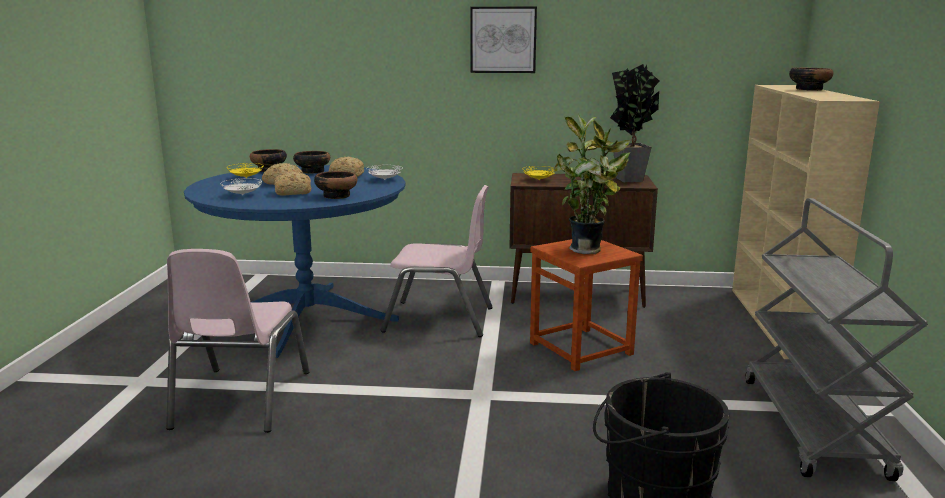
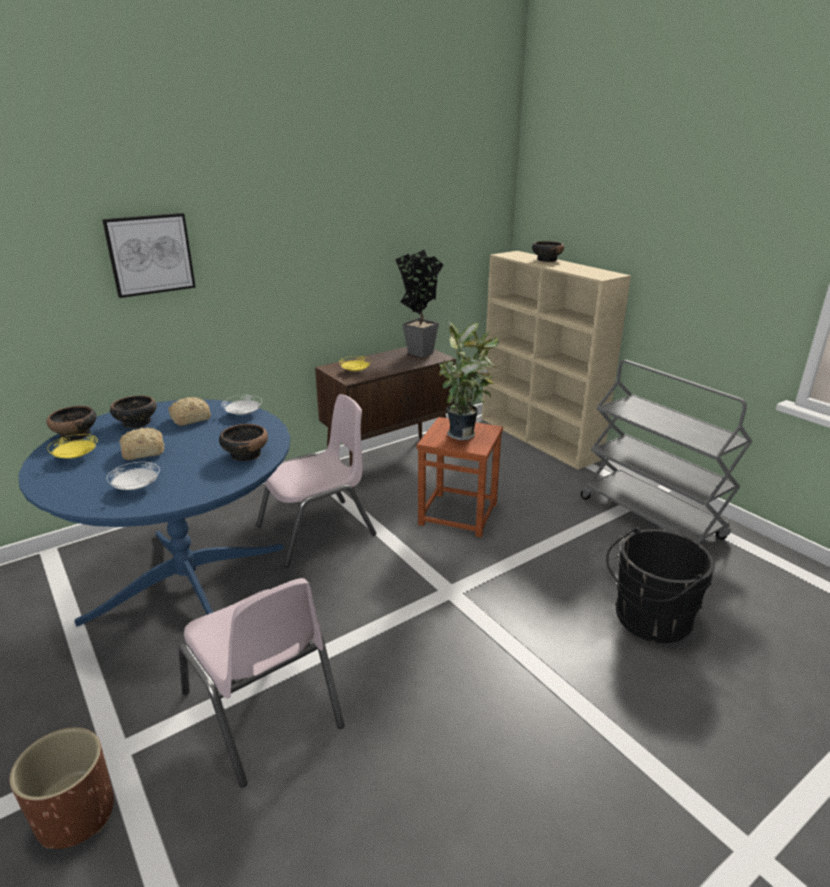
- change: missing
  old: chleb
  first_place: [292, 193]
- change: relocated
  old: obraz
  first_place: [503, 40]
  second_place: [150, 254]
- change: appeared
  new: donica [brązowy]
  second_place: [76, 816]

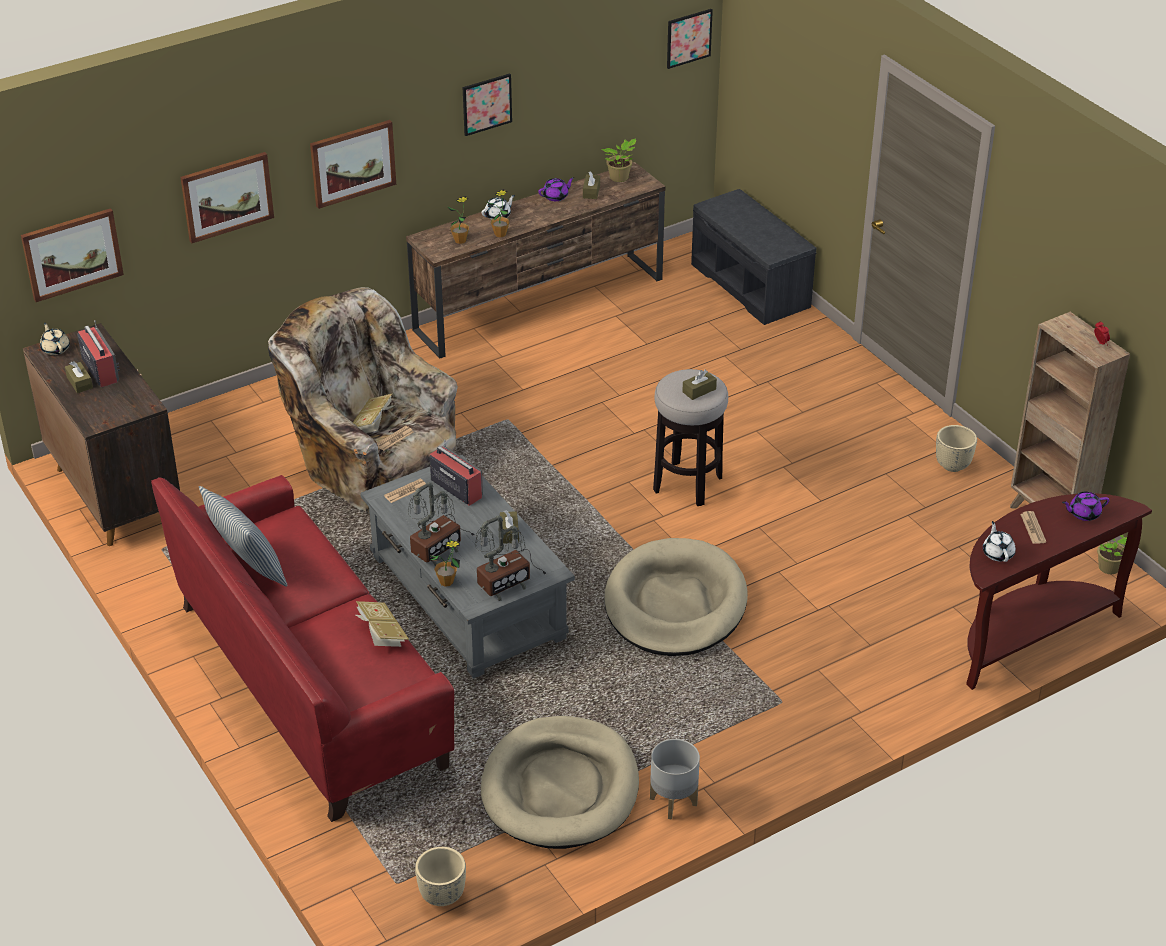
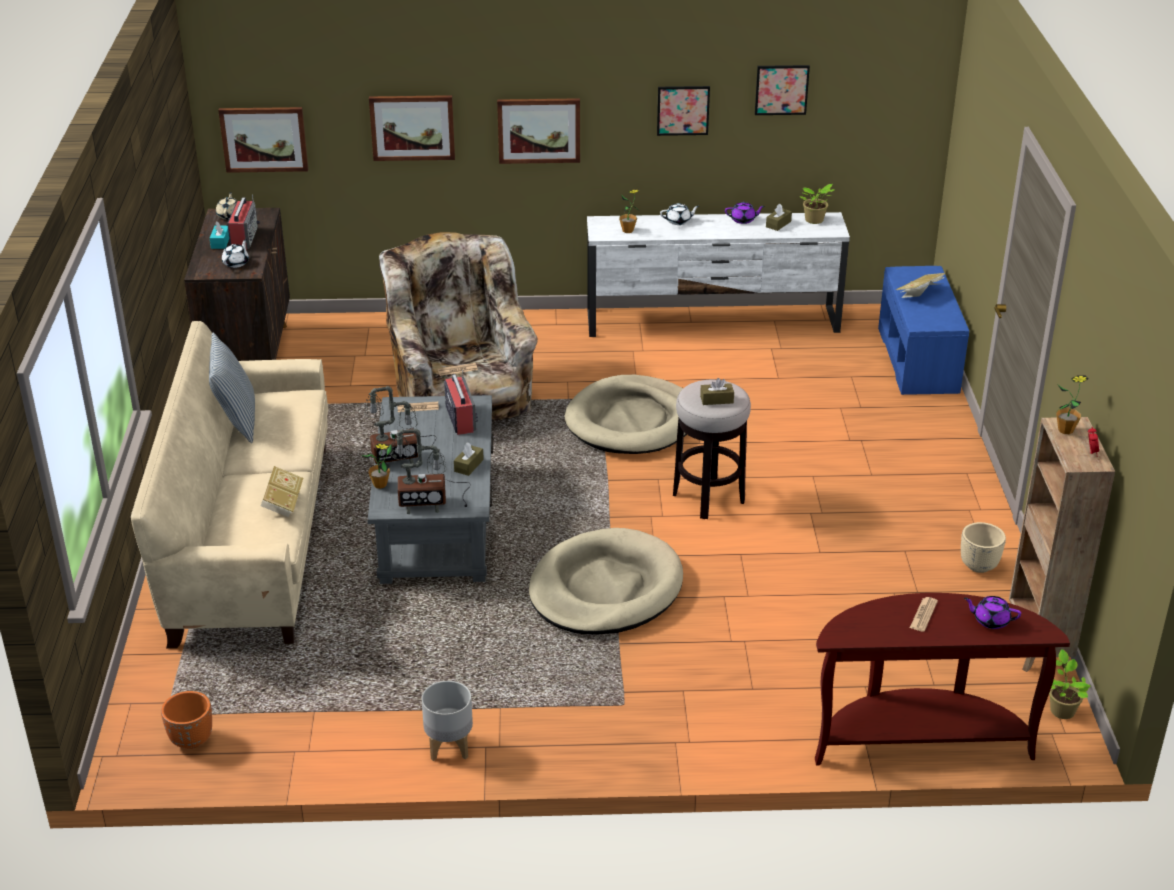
- change: colour
  old: pudełko chusteczek [brązowy]
  new: pudełko chusteczek [turkusowy]
  first_place: [79, 382]
  second_place: [220, 242]
- change: colour
  old: kanapa [czerwony]
  new: kanapa [beżowy]
  first_place: [310, 685]
  second_place: [252, 541]
- change: relocated
  old: książka
  first_place: [373, 424]
  second_place: [920, 294]
- change: colour
  old: szafka pod telewizor [brązowy]
  new: szafka pod telewizor [biały]
  first_place: [540, 304]
  second_place: [713, 321]
- change: colour
  old: donica [beżowy]
  new: donica [pomarańczowy]
  first_place: [442, 896]
  second_place: [191, 740]
- change: relocated
  old: legowisko [beżowy]
  first_place: [560, 788]
  second_place: [632, 421]
- change: relocated
  old: roślina doniczkowa
  first_place: [500, 234]
  second_place: [1065, 430]
- change: relocated
  old: obraz
  first_place: [688, 38]
  second_place: [781, 89]
- change: colour
  old: ławka [szary]
  new: ławka [niebieski]
  first_place: [752, 285]
  second_place: [919, 360]
- change: relocated
  old: imbryk [biały]
  first_place: [998, 553]
  second_place: [236, 263]

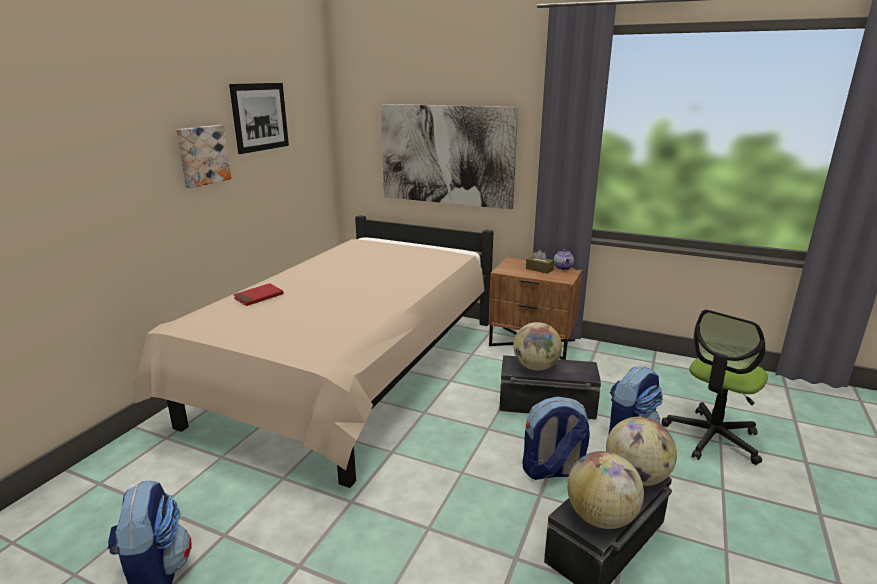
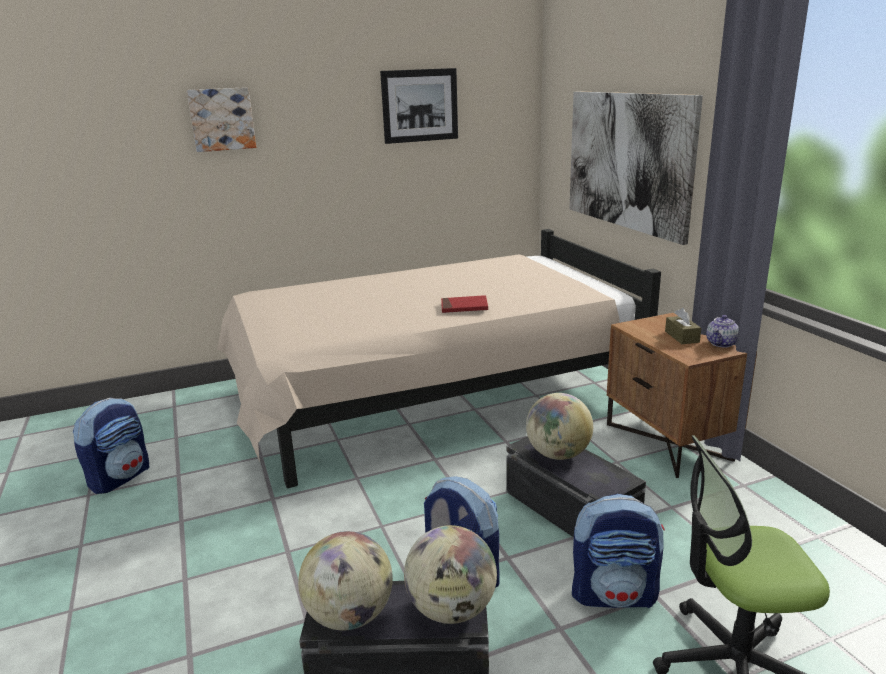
- change: relocated
  old: obraz
  first_place: [202, 155]
  second_place: [222, 119]
- change: relocated
  old: książka [czerwony]
  first_place: [259, 297]
  second_place: [464, 307]

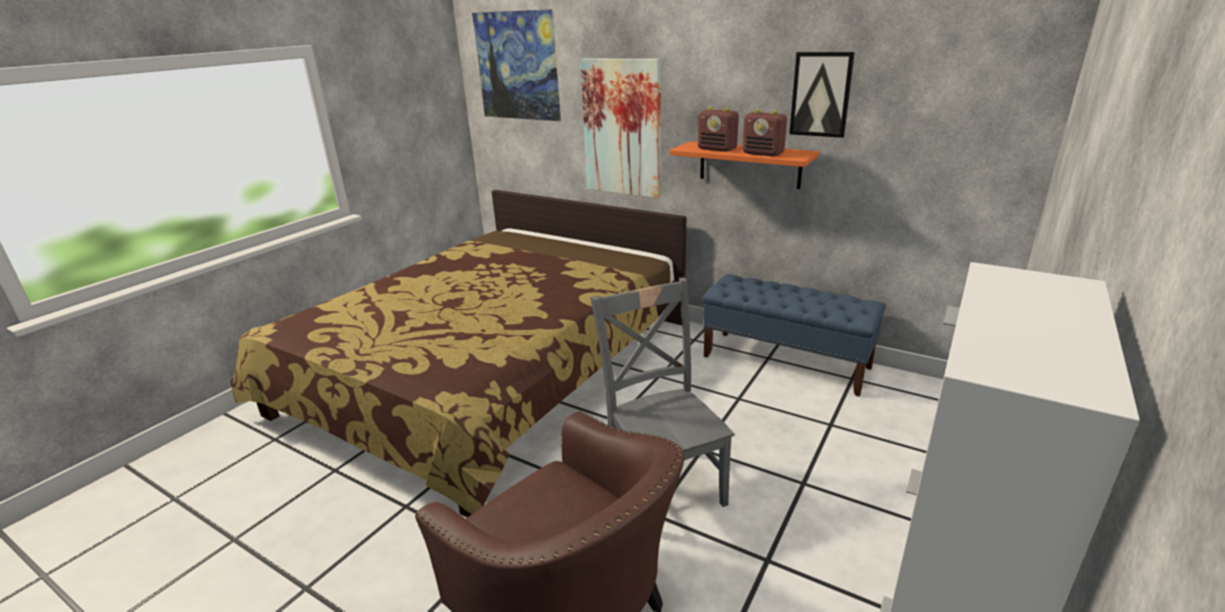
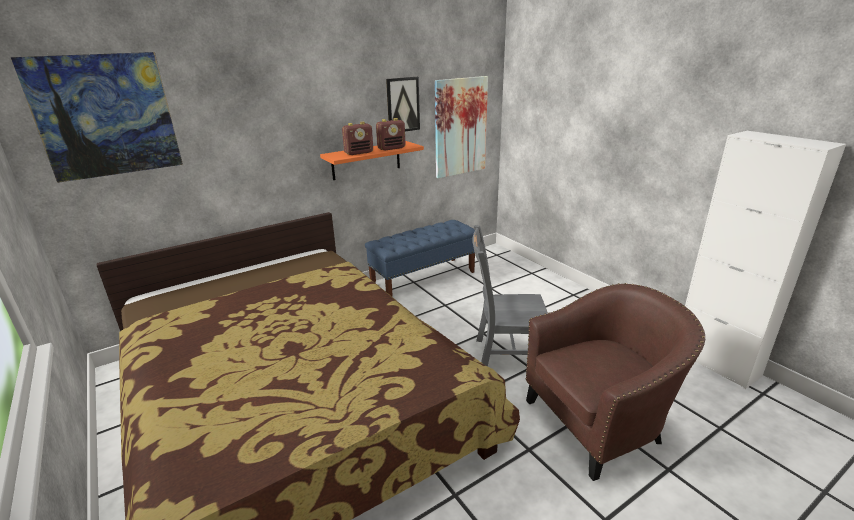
- change: relocated
  old: obraz
  first_place: [622, 128]
  second_place: [460, 127]

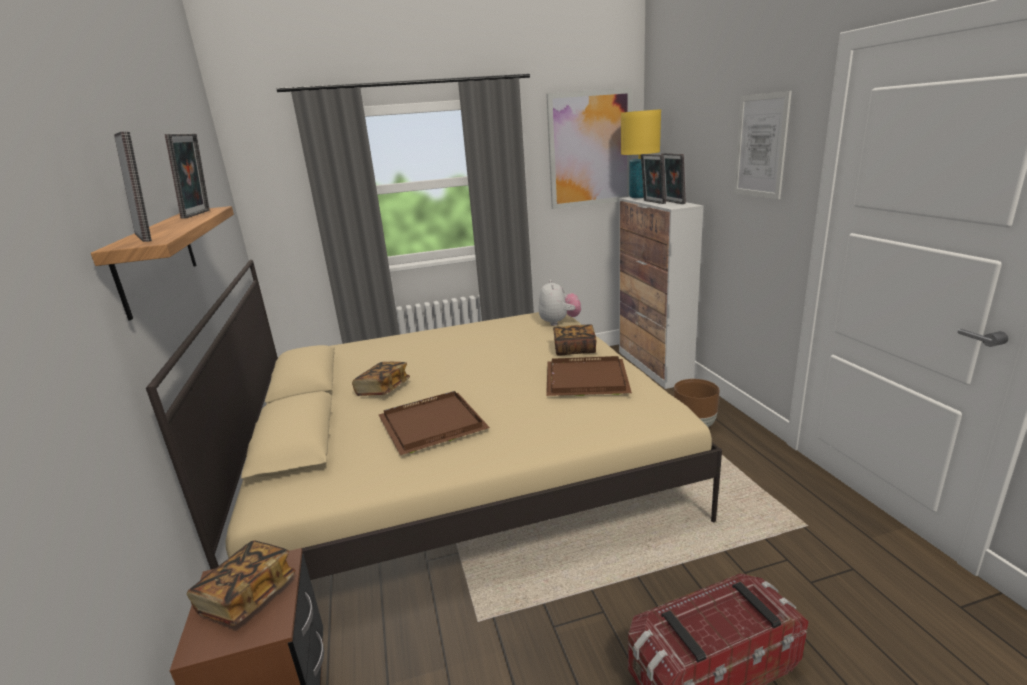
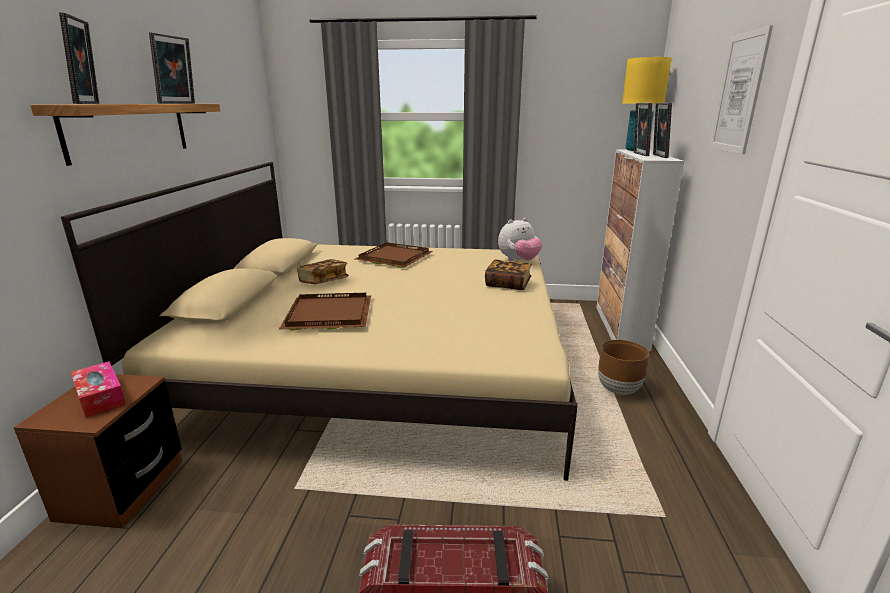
- change: exchanged
  old: książka
  new: pudełko chusteczek
  first_place: [248, 596]
  second_place: [100, 397]
- change: spun
  old: pluszak
  first_place: [559, 322]
  second_place: [518, 261]
  degrees: 45
- change: missing
  old: obraz
  first_place: [590, 149]
- change: relocated
  old: taca [brązowy]
  first_place: [585, 379]
  second_place: [394, 257]

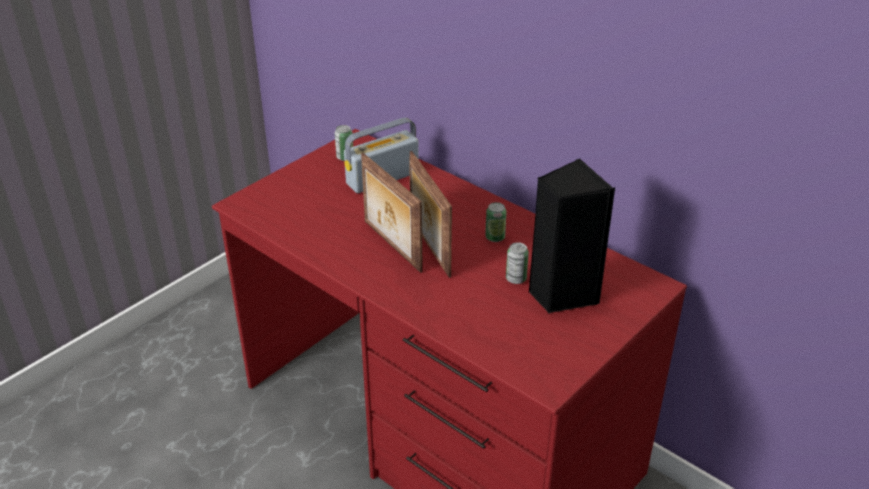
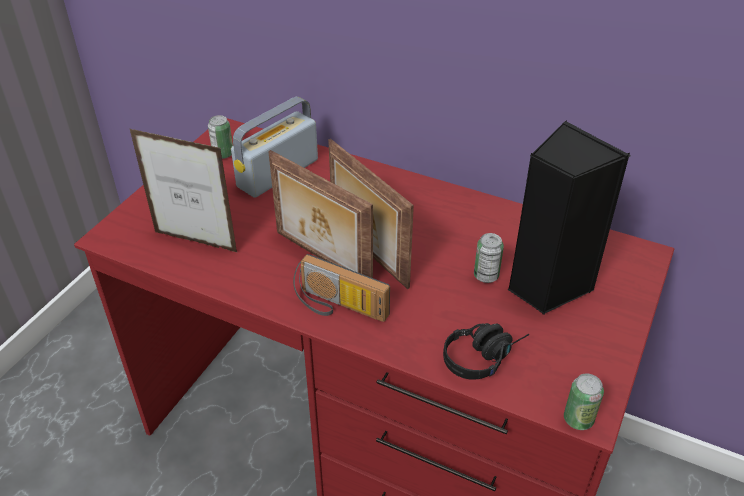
- change: relocated
  old: puszka
  first_place: [495, 237]
  second_place: [578, 419]
- change: appeared
  new: ramka na zdjęcie
  second_place: [195, 242]
- change: appeared
  new: radio
  second_place: [337, 307]
- change: appeared
  new: słuchawki [czarny]
  second_place: [484, 355]

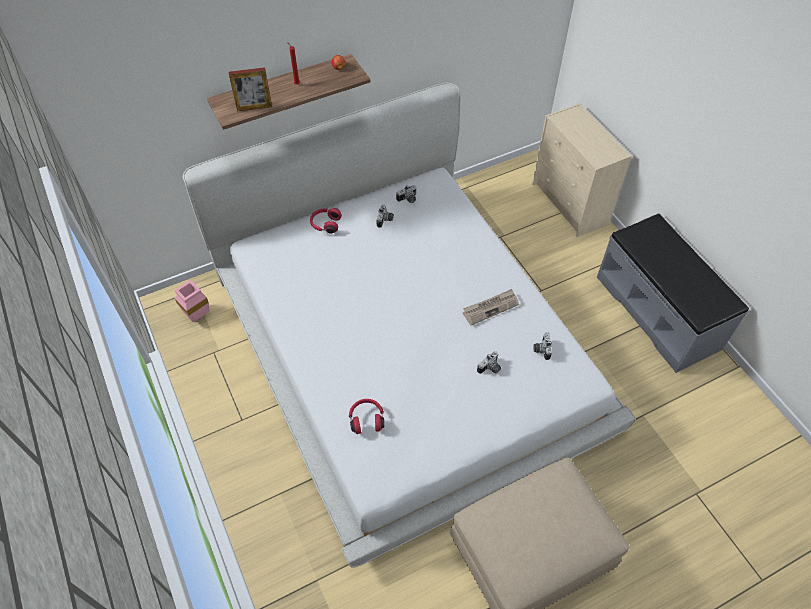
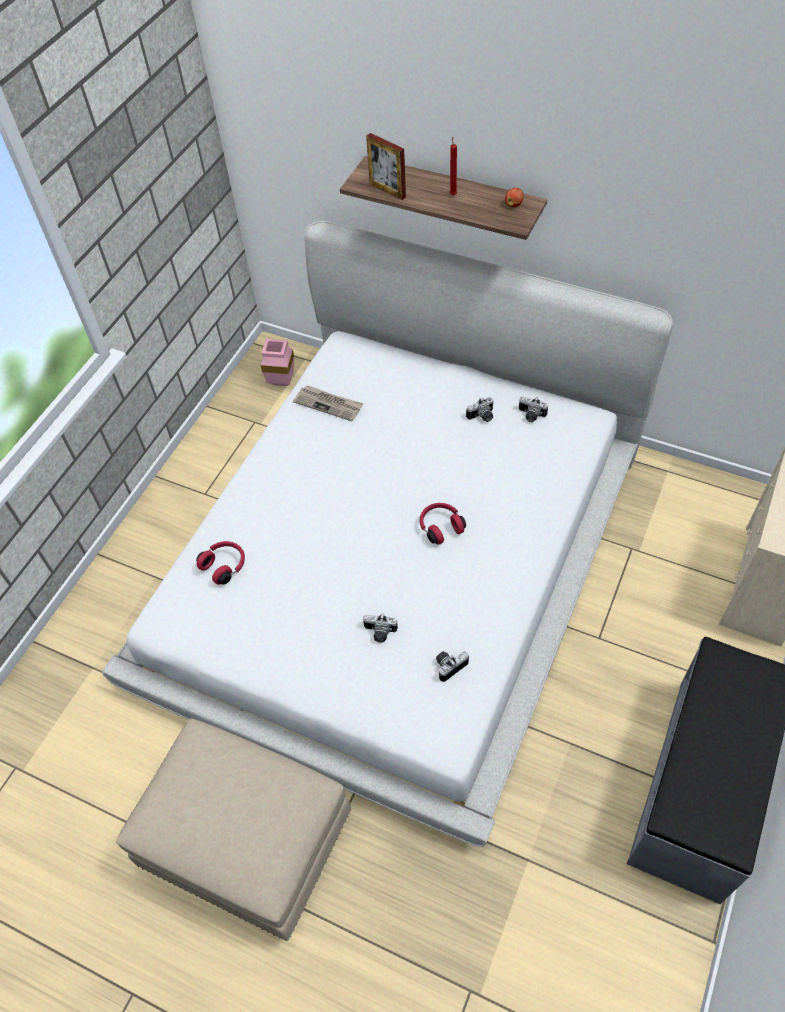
- change: relocated
  old: słuchawki [czerwony]
  first_place: [325, 224]
  second_place: [440, 526]
- change: relocated
  old: gazeta
  first_place: [490, 307]
  second_place: [329, 404]

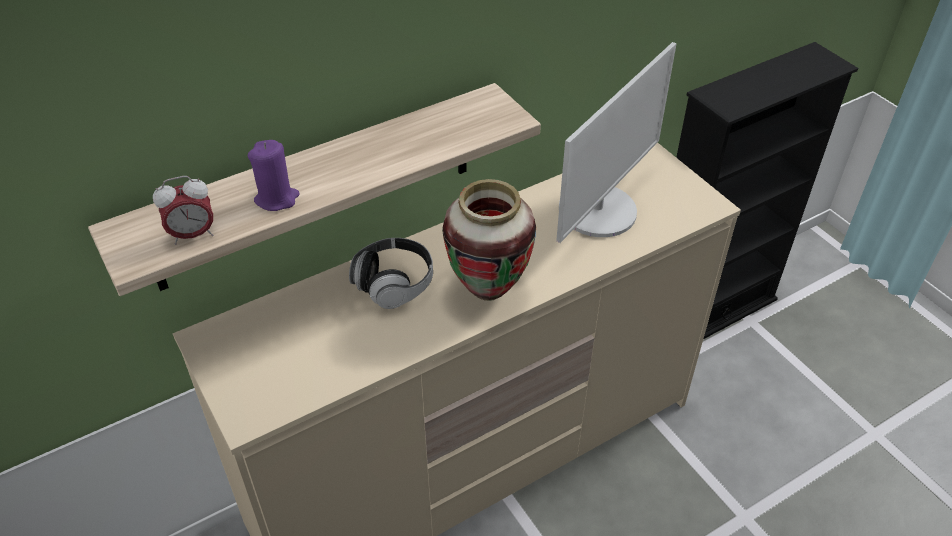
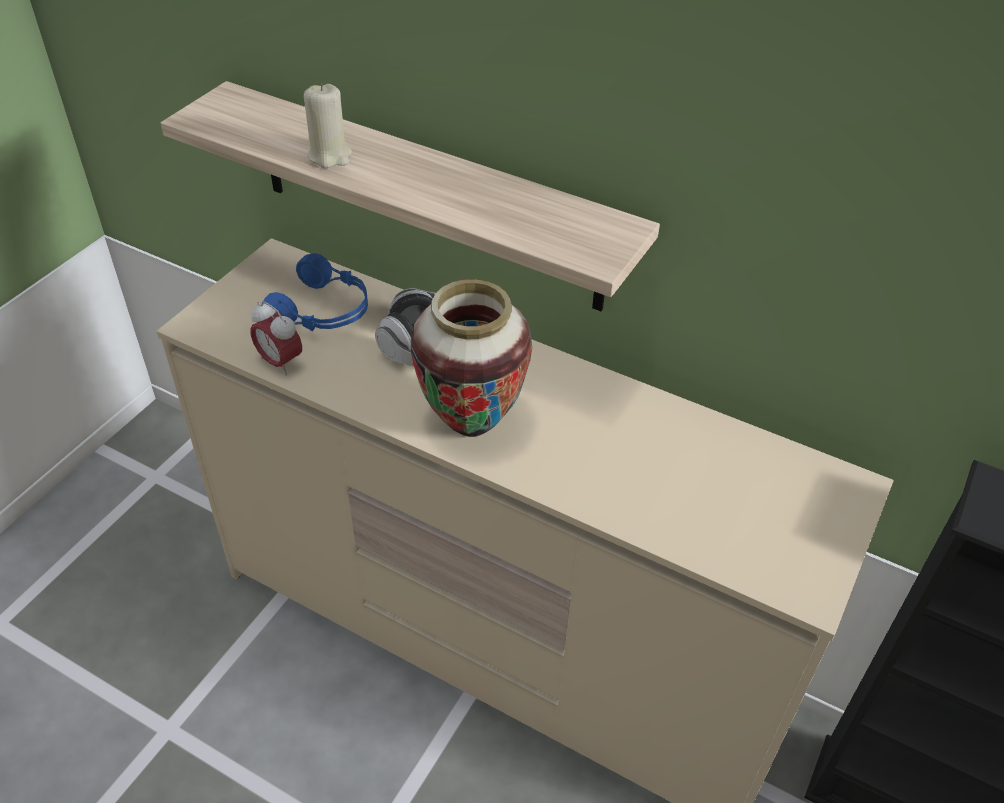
- change: relocated
  old: budzik
  first_place: [193, 235]
  second_place: [280, 362]
- change: colour
  old: świeca [fioletowy]
  new: świeca [beżowy]
  first_place: [277, 199]
  second_place: [330, 156]
- change: missing
  old: monitor
  first_place: [598, 211]
- change: appeared
  new: słuchawki [niebieski]
  second_place: [323, 311]

